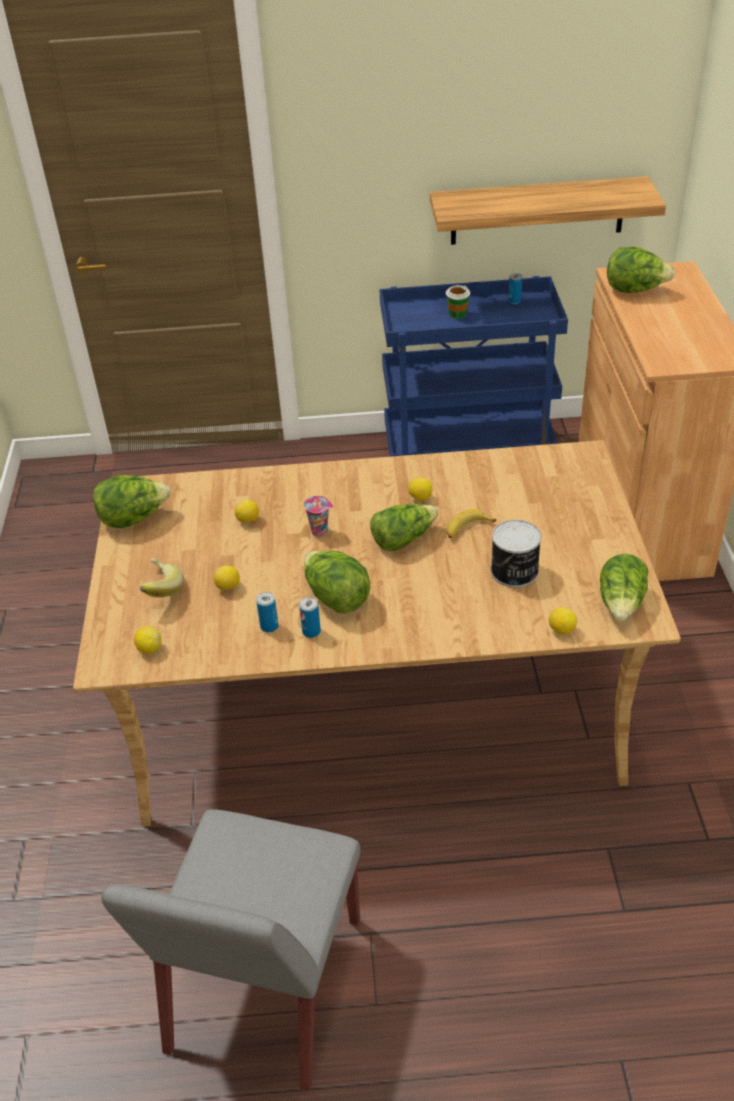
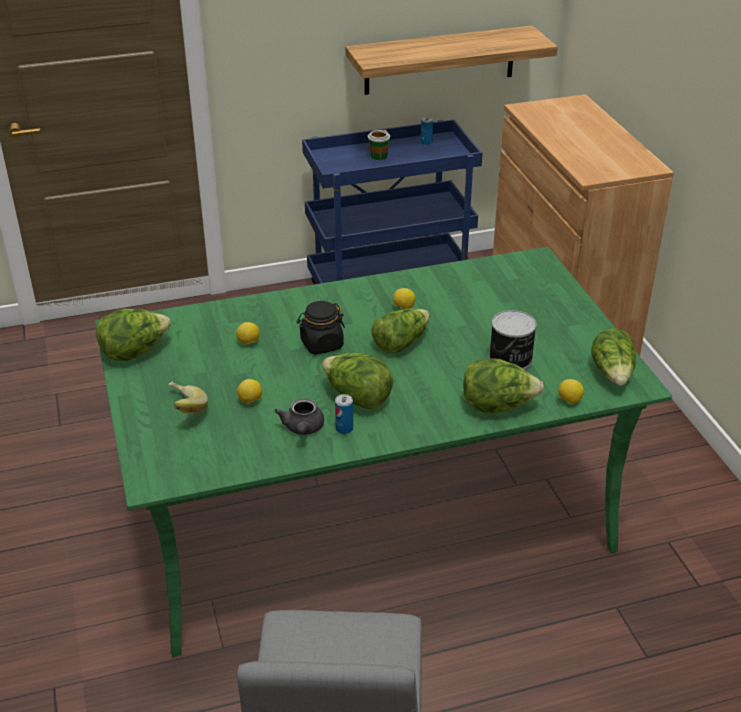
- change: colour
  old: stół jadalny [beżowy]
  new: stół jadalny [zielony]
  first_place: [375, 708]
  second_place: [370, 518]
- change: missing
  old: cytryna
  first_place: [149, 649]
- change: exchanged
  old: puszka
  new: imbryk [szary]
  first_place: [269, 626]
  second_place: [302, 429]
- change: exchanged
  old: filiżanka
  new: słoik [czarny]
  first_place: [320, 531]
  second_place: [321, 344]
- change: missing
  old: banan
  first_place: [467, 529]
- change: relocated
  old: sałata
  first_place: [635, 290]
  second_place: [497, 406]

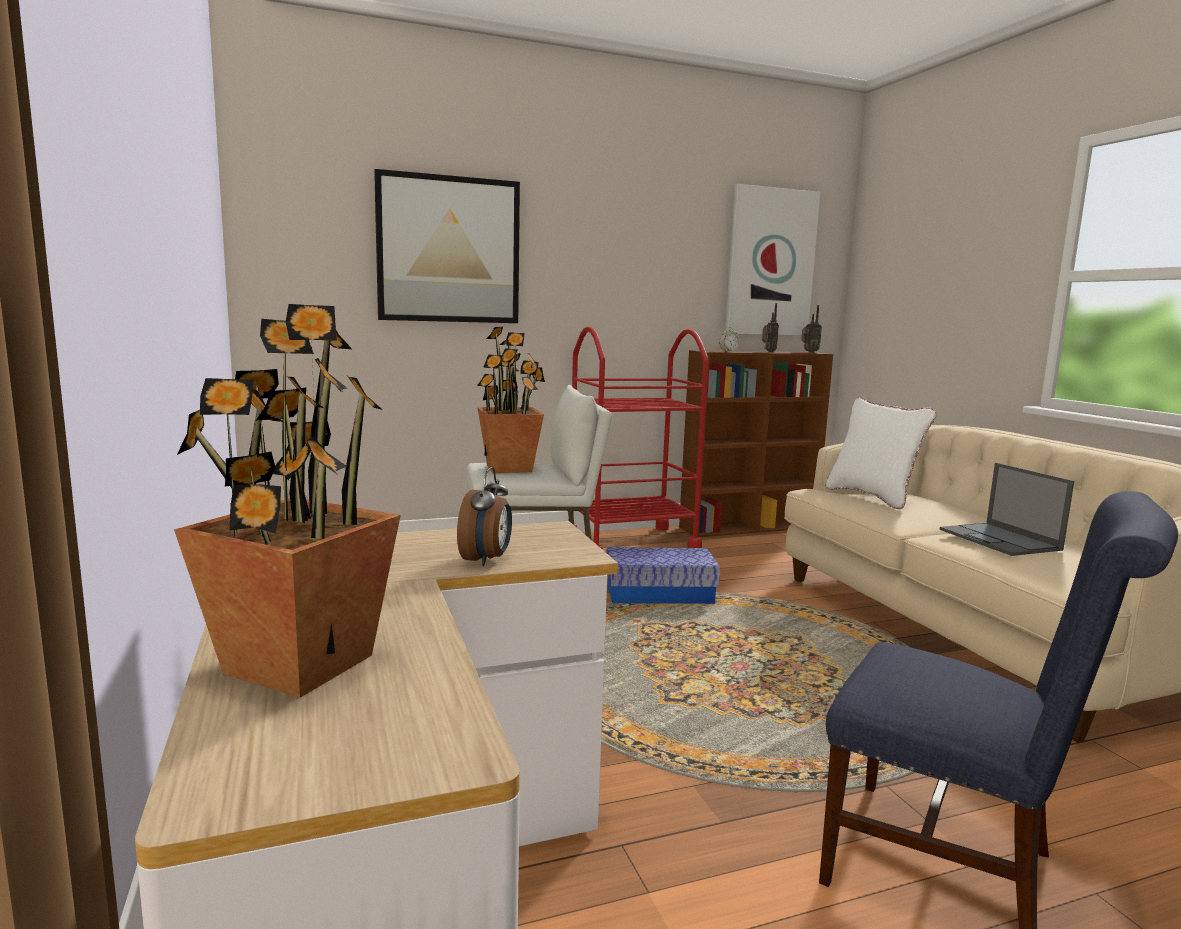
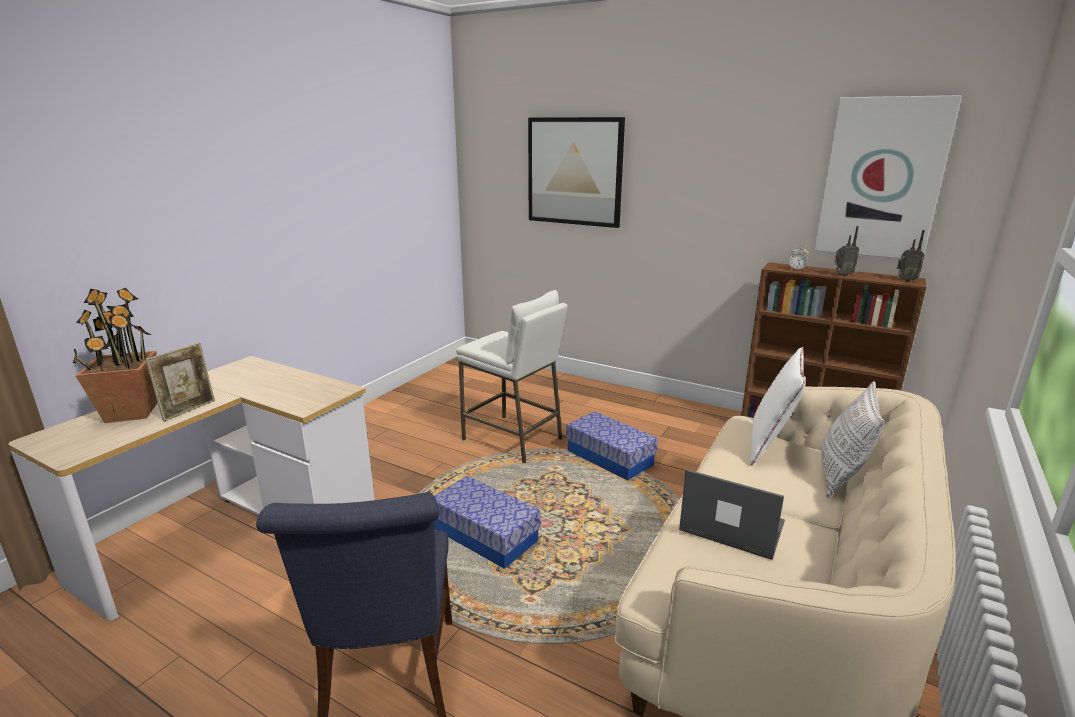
- change: missing
  old: budzik
  first_place: [486, 560]
- change: missing
  old: roślina doniczkowa
  first_place: [510, 468]
- change: missing
  old: wózek [czerwony]
  first_place: [630, 543]
- change: spun
  old: laptop
  first_place: [1000, 540]
  second_place: [730, 526]
  degrees: 90
- change: appeared
  new: ramka na zdjęcie
  second_place: [189, 410]
- change: appeared
  new: pojemnik do przechowywania
  second_place: [485, 536]
- change: appeared
  new: poduszka
  second_place: [841, 476]

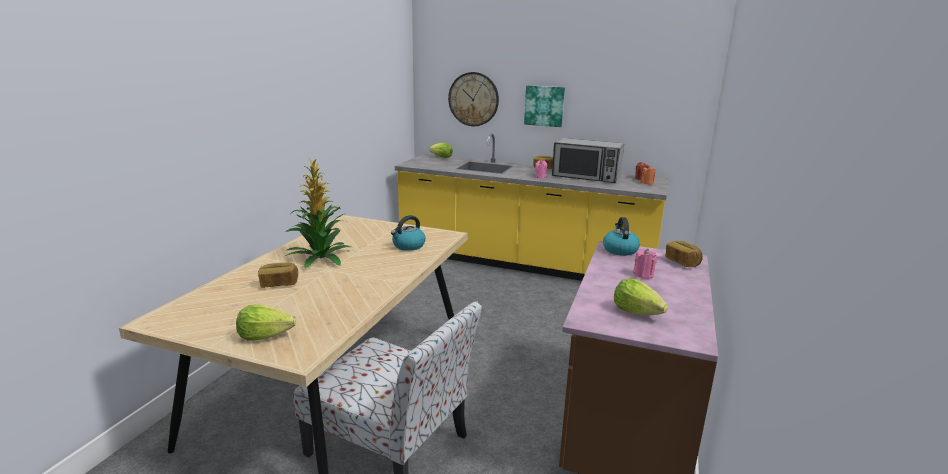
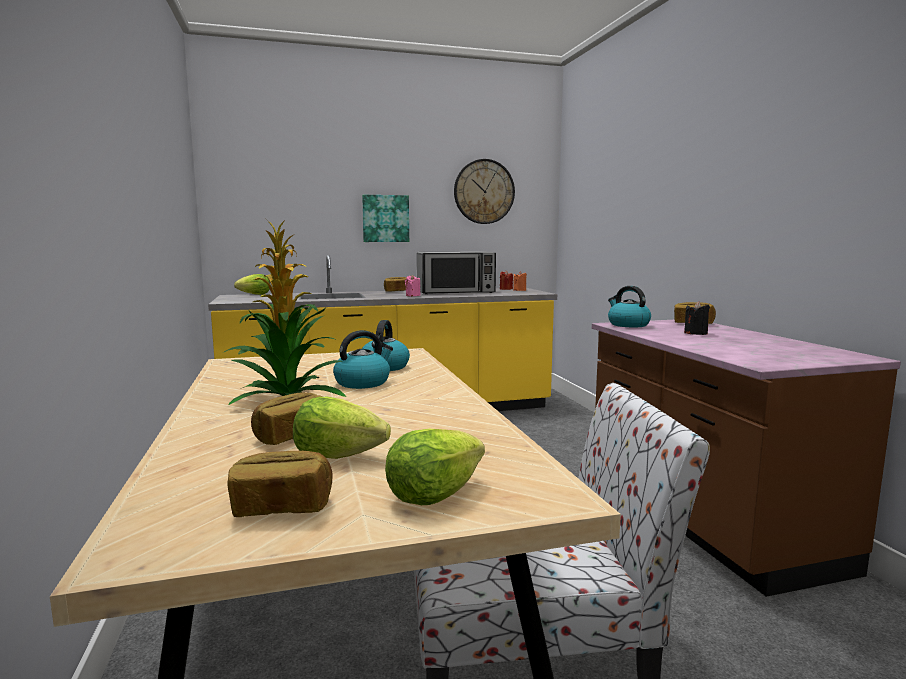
- change: relocated
  old: zegar ścienny
  first_place: [473, 99]
  second_place: [484, 191]
- change: relocated
  old: sałata
  first_place: [636, 312]
  second_place: [338, 455]
- change: colour
  old: świeca [różowy]
  new: świeca [czarny]
  first_place: [643, 275]
  second_place: [695, 333]
- change: appeared
  new: chleb
  second_place: [282, 507]
- change: appeared
  new: czajnik
  second_place: [363, 382]

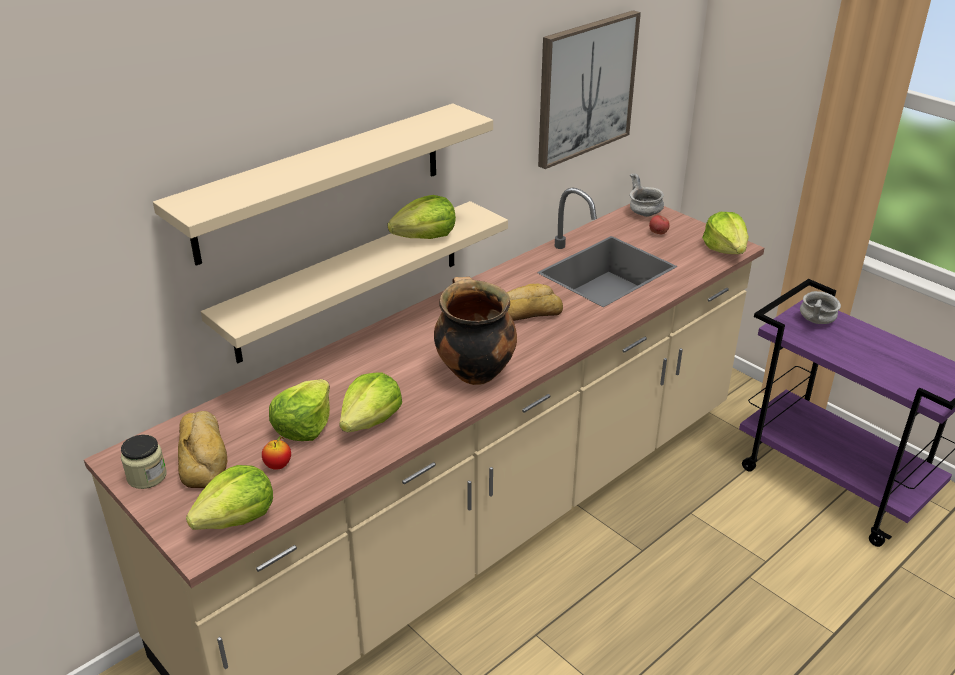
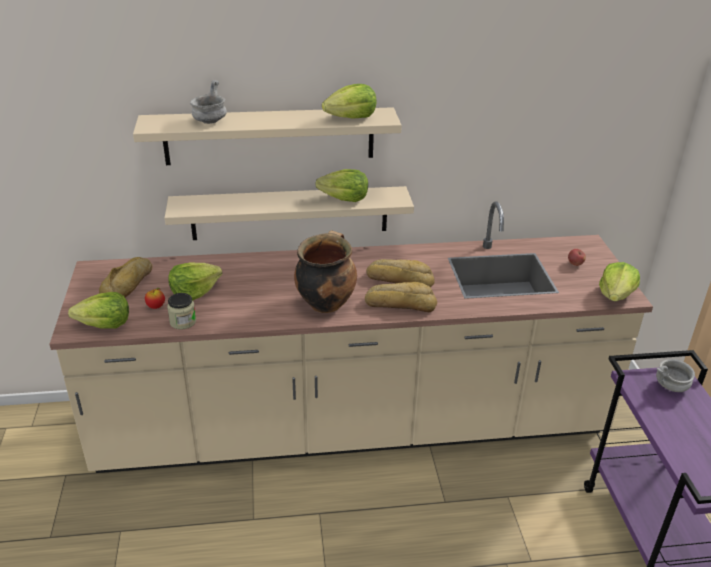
- change: relocated
  old: słoik
  first_place: [147, 476]
  second_place: [183, 322]
- change: relocated
  old: sałata
  first_place: [371, 421]
  second_place: [351, 118]
- change: missing
  old: obraz
  first_place: [585, 88]
- change: relocated
  old: miska [szary]
  first_place: [644, 213]
  second_place: [209, 121]
- change: appeared
  new: chleb
  second_place: [400, 303]

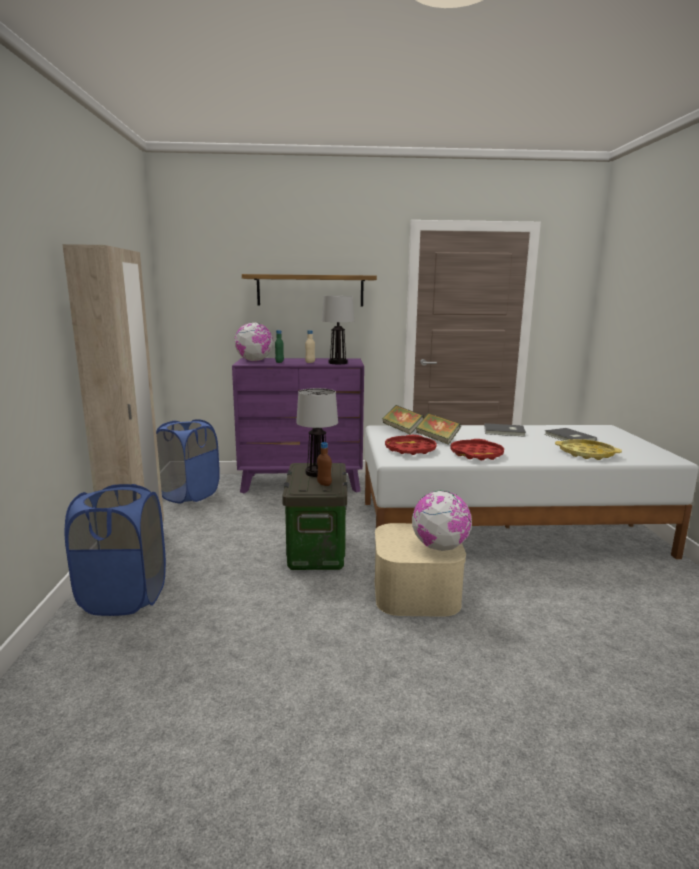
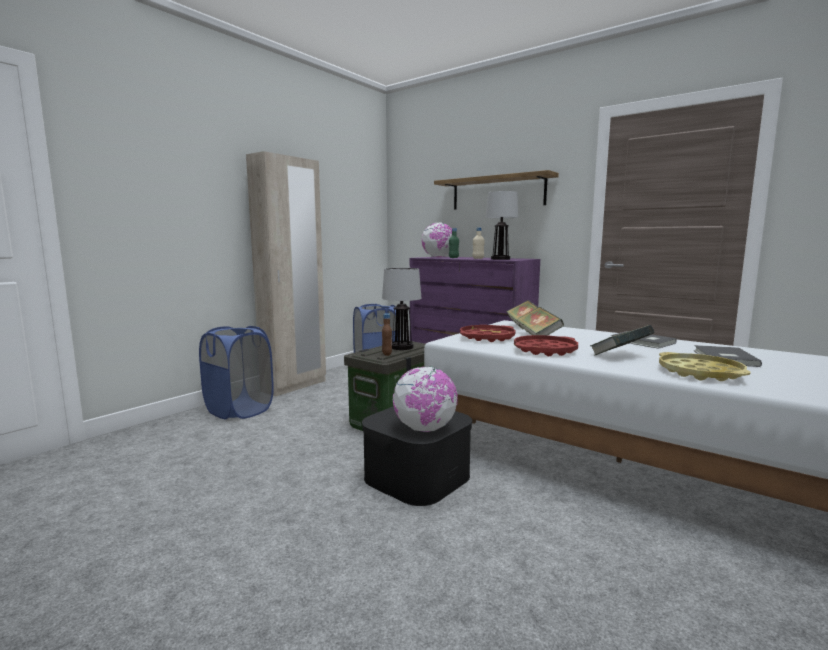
- change: colour
  old: pojemnik do przechowywania [beżowy]
  new: pojemnik do przechowywania [czarny]
  first_place: [415, 591]
  second_place: [417, 476]
- change: appeared
  new: książka
  second_place: [620, 356]

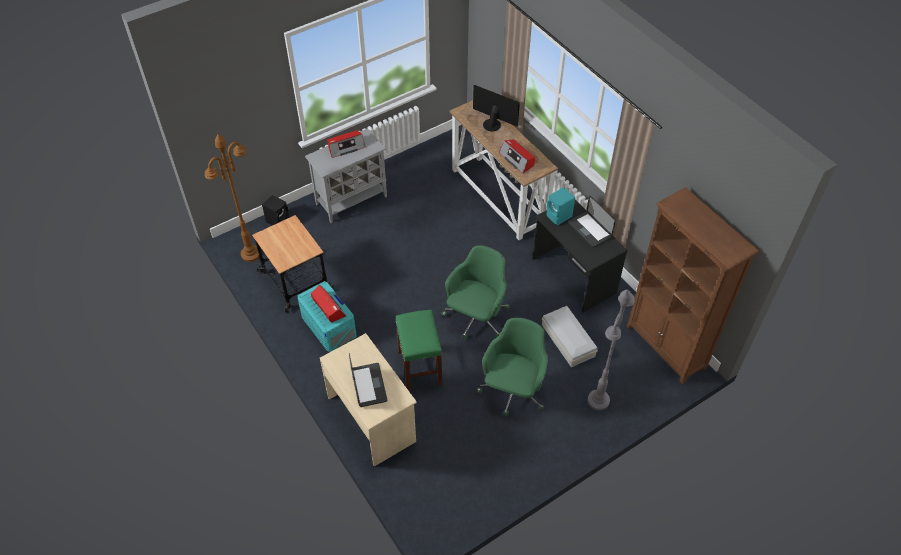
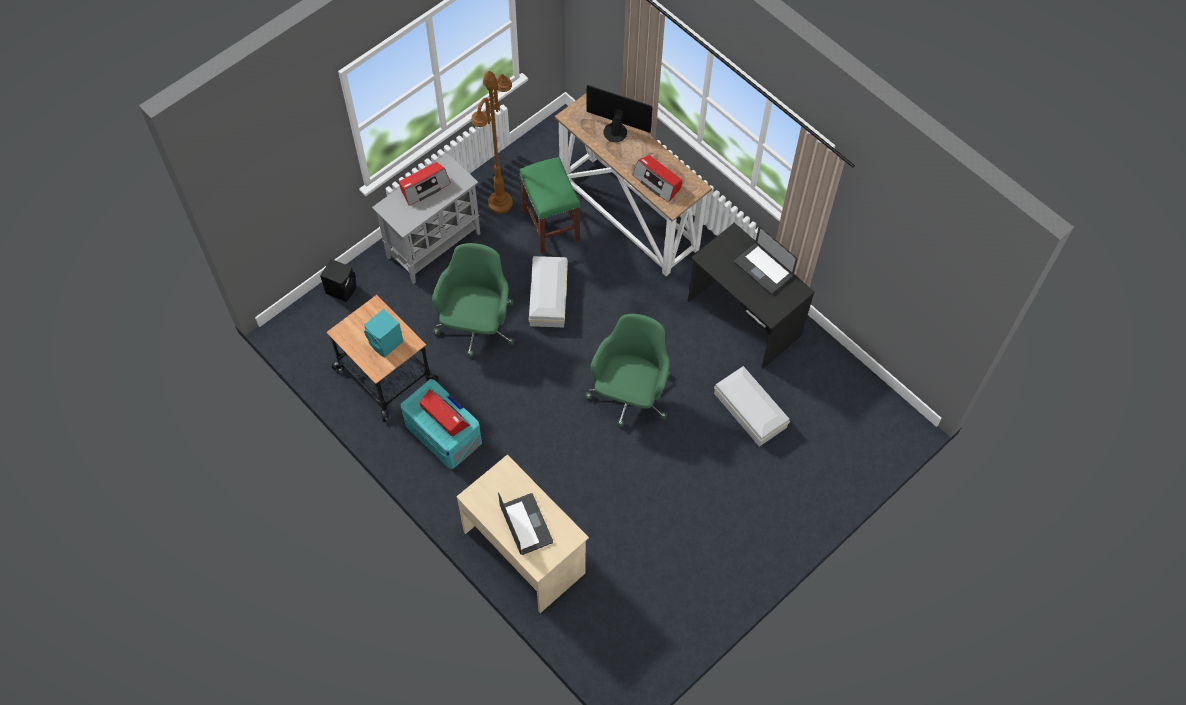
- change: relocated
  old: lampa stojąca [brązowy]
  first_place: [251, 254]
  second_place: [500, 202]
- change: relocated
  old: stołek [zielony]
  first_place: [420, 368]
  second_place: [551, 226]
- change: relocated
  old: krzesło biurowe [zielony]
  first_place: [513, 391]
  second_place: [477, 326]
- change: relocated
  old: głośnik [turkusowy]
  first_place: [559, 216]
  second_place: [386, 343]
- change: missing
  old: lampa stojąca [szary]
  first_place: [598, 401]
- change: missing
  old: regał [brązowy]
  first_place: [666, 347]
- change: appeared
  new: pojemnik do przechowywania [biały]
  second_place: [547, 297]

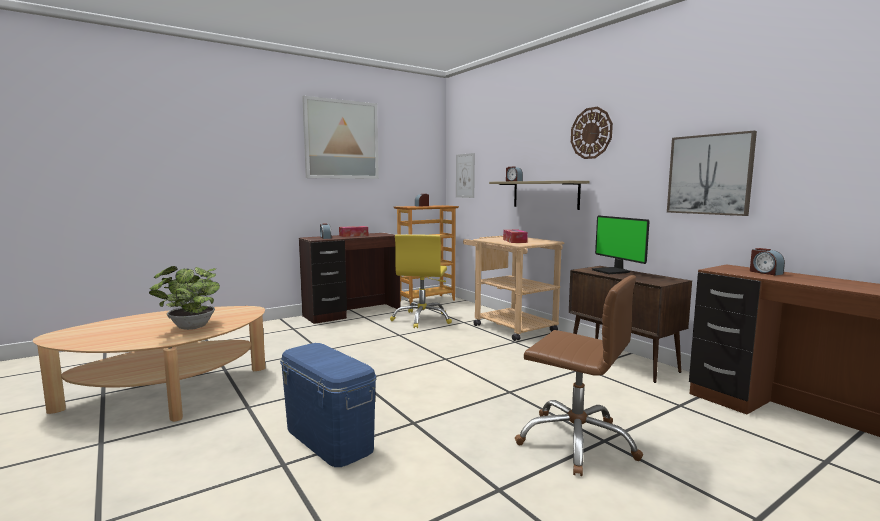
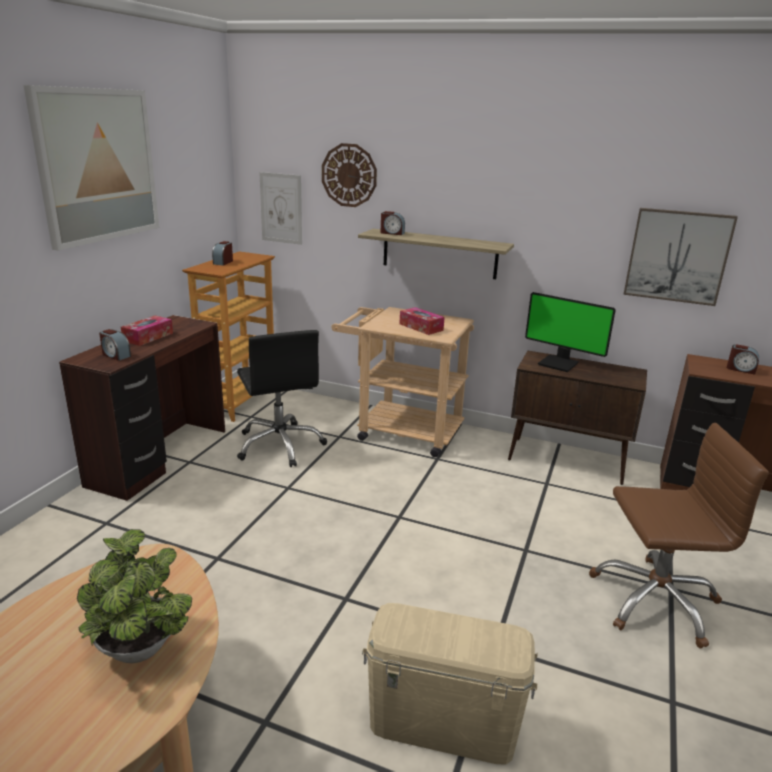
- change: colour
  old: pojemnik do przechowywania [niebieski]
  new: pojemnik do przechowywania [beżowy]
  first_place: [329, 439]
  second_place: [443, 722]
- change: colour
  old: krzesło biurowe [żółty]
  new: krzesło biurowe [czarny]
  first_place: [422, 319]
  second_place: [280, 445]
- change: relocated
  old: zegar ścienny
  first_place: [591, 133]
  second_place: [349, 175]

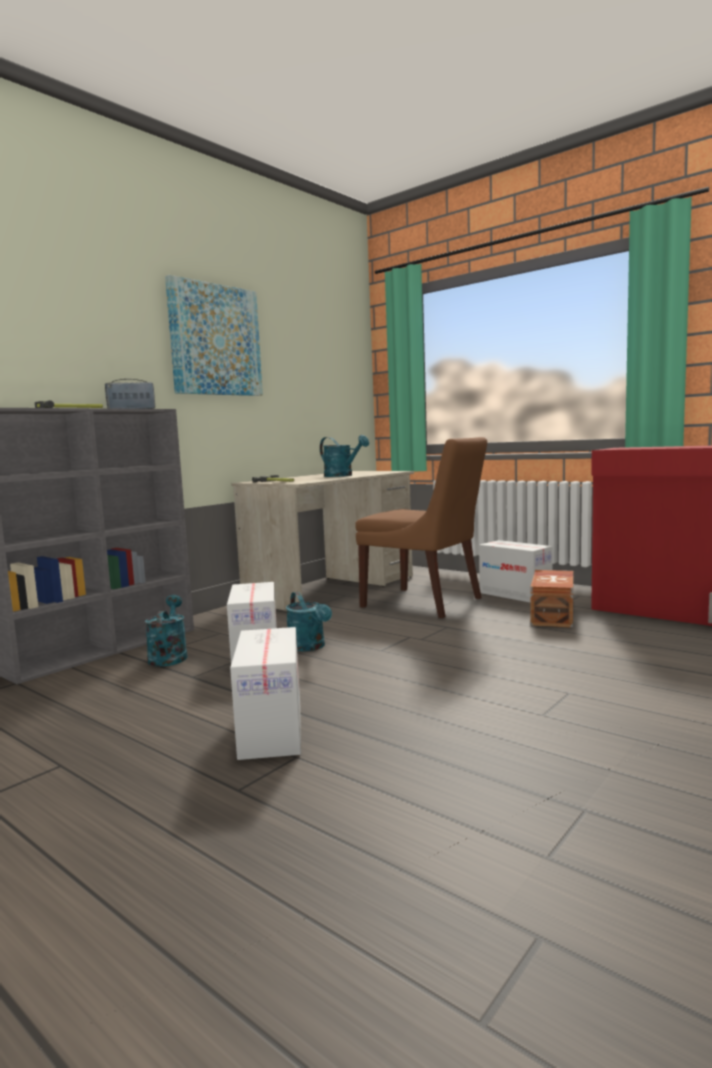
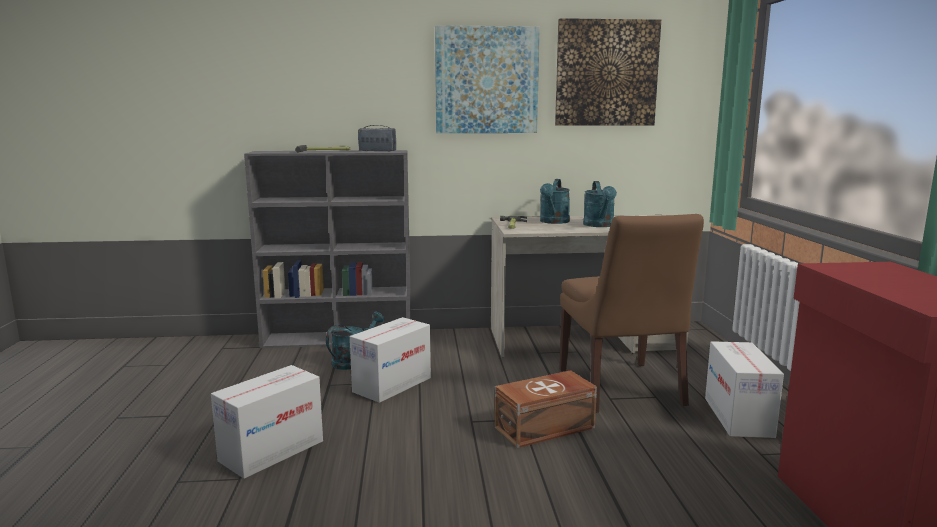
- change: relocated
  old: konewka [turkusowy]
  first_place: [309, 647]
  second_place: [553, 222]
- change: relocated
  old: pojemnik do przechowywania [brązowy]
  first_place: [554, 615]
  second_place: [546, 428]
- change: appeared
  new: obraz
  second_place: [606, 73]

